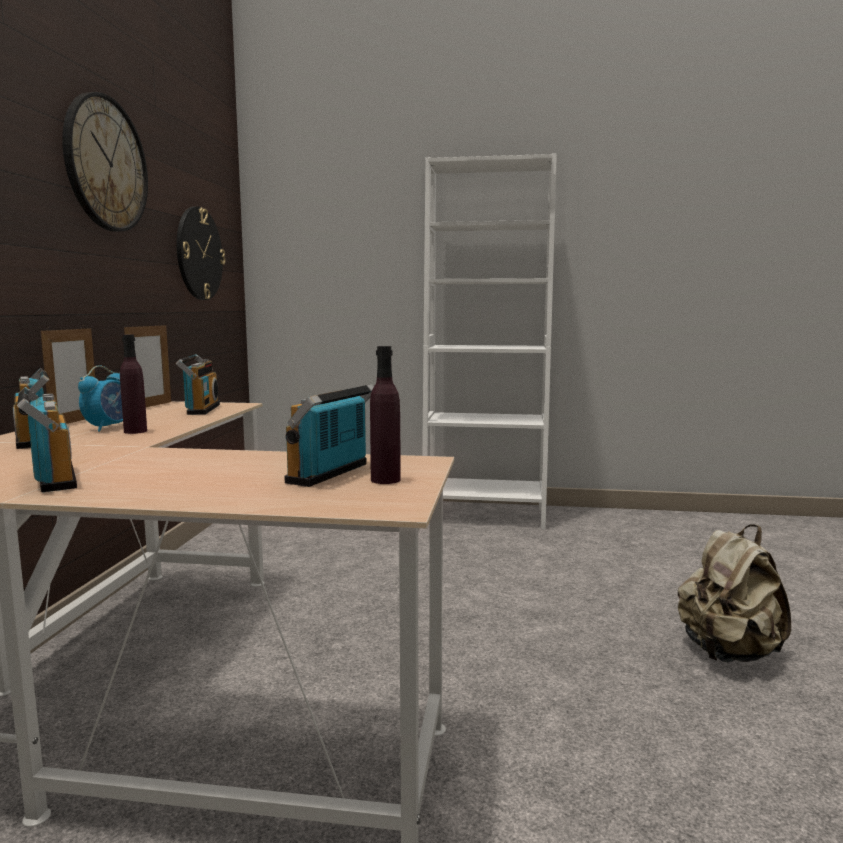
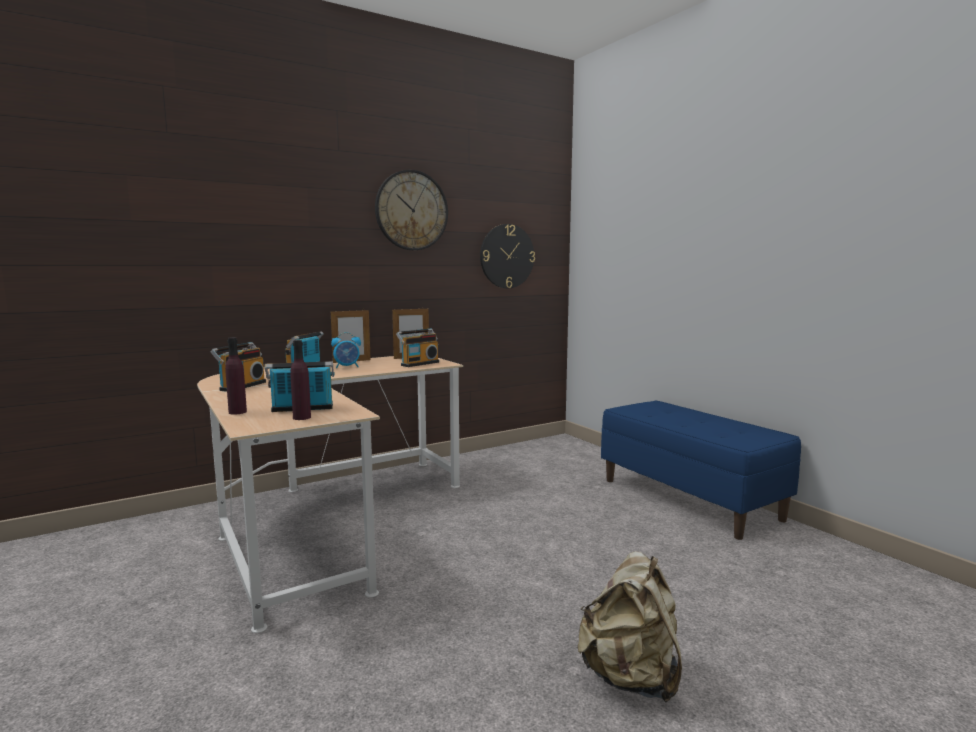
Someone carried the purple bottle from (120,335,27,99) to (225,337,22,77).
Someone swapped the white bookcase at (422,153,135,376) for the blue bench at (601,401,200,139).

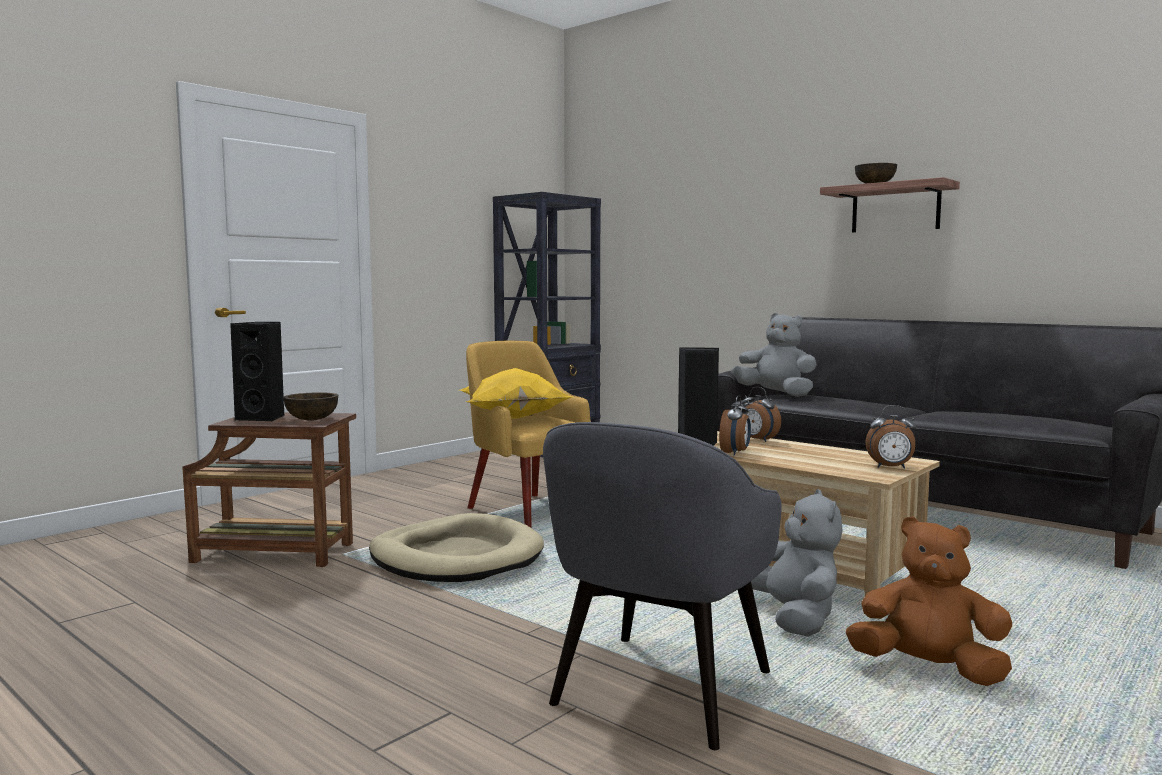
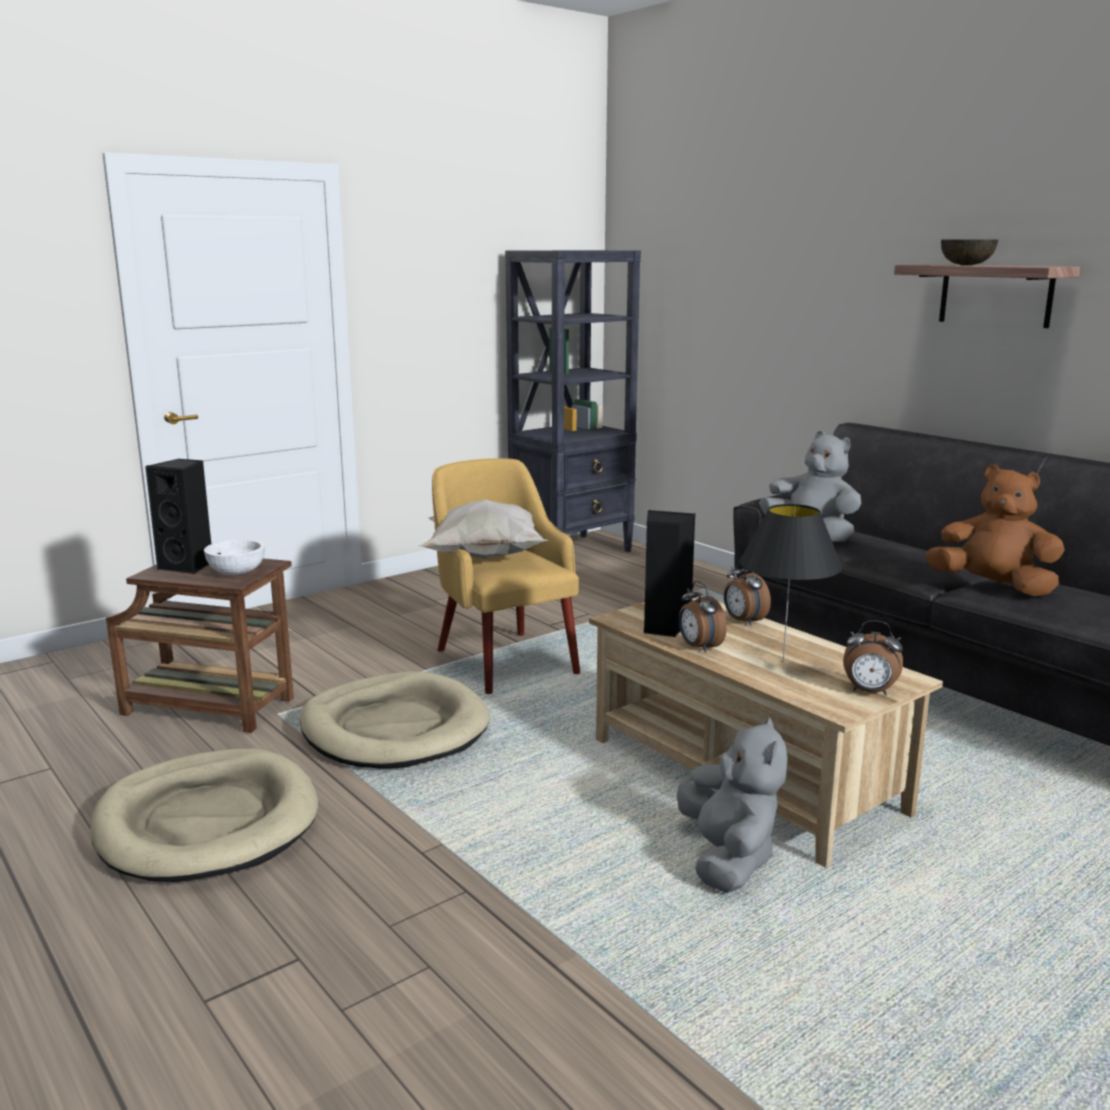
Someone repainted the brown bowl at (283,392,55,29), which became the white bowl at (204,539,61,36).
Someone repainted the yellow pillow at (460,368,112,51), which became the white pillow at (419,500,129,59).
Someone took away the grey armchair at (543,422,239,328).
Someone rotated the alarm clock at (719,395,32,61) by 120 degrees clockwise.
Someone carried the brown plush toy from (846,517,166,169) to (926,465,139,131).
Someone put down the beige dog bed at (90,749,228,133).
Someone put down the black table lamp at (739,504,103,158).

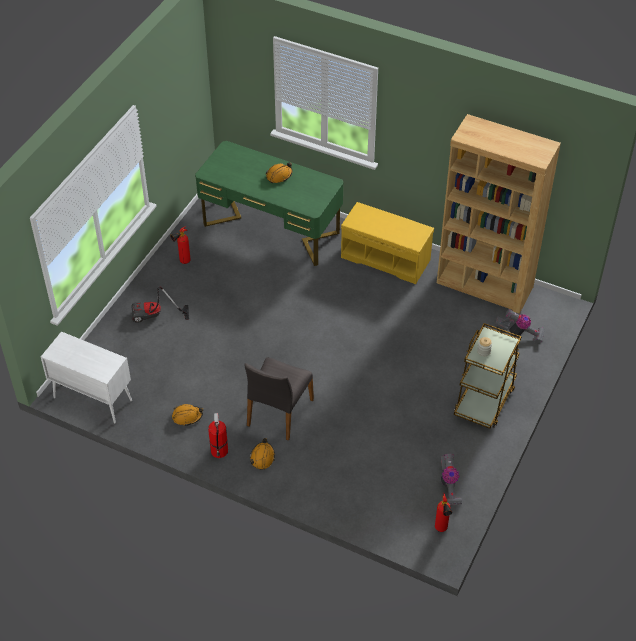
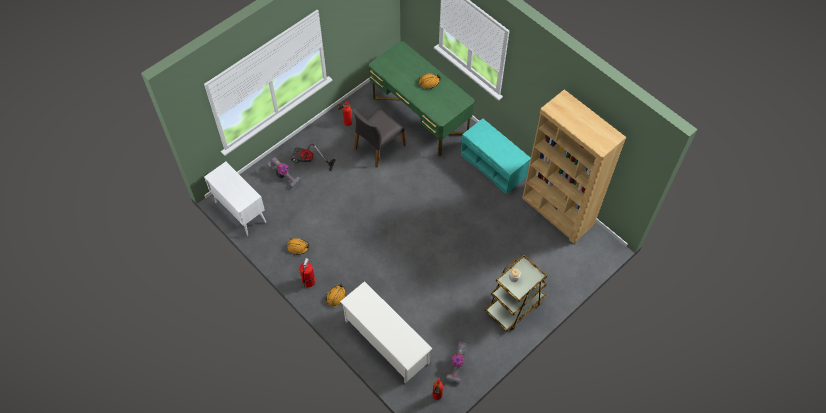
Someone carried the grey chair from (244,357,70,84) to (352,108,53,60).
Someone repainted the yellow bench at (341,202,93,82), which became the turquoise bench at (461,119,70,75).
Someone carried the vacuum cleaner from (495,309,50,35) to (267,157,33,31).
Someone put down the white shoe rack at (340,281,92,102).

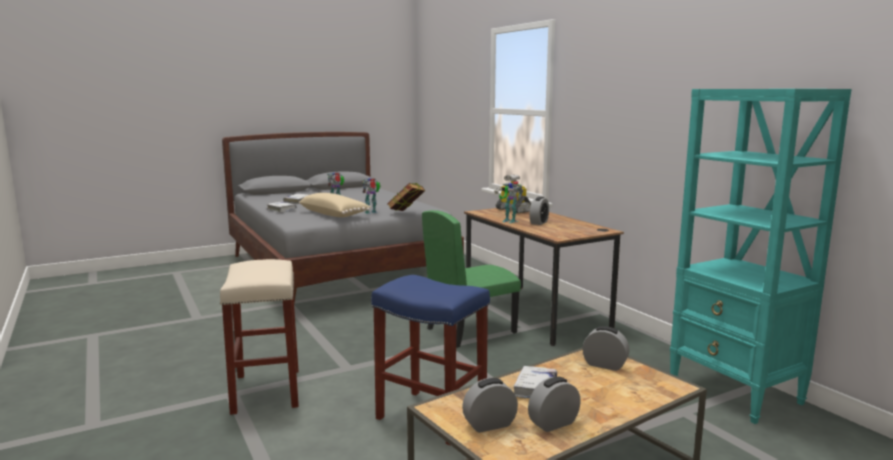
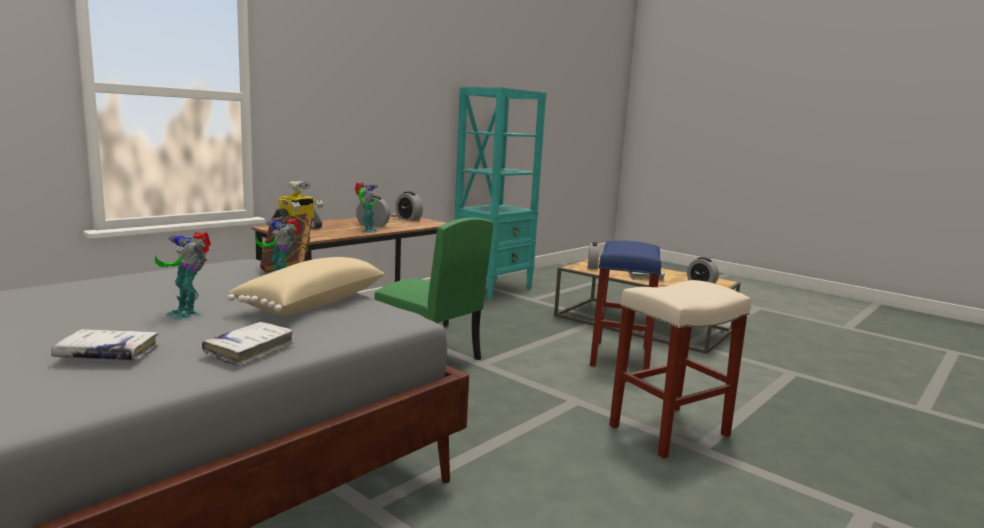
Someone carried the alarm clock from (528,377,53,55) to (395,191,28,30).

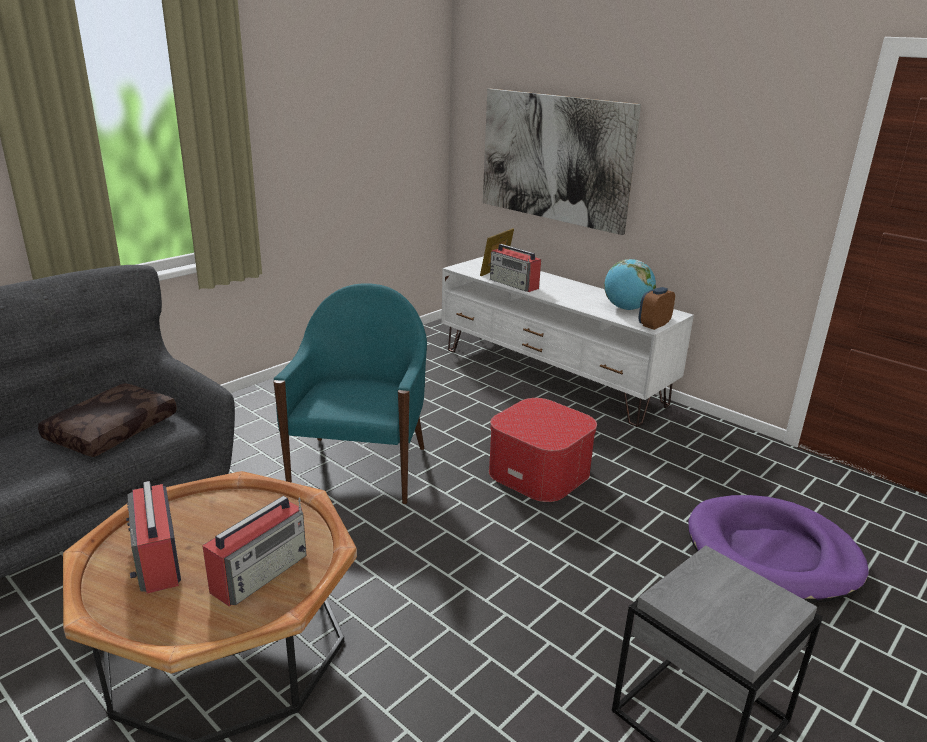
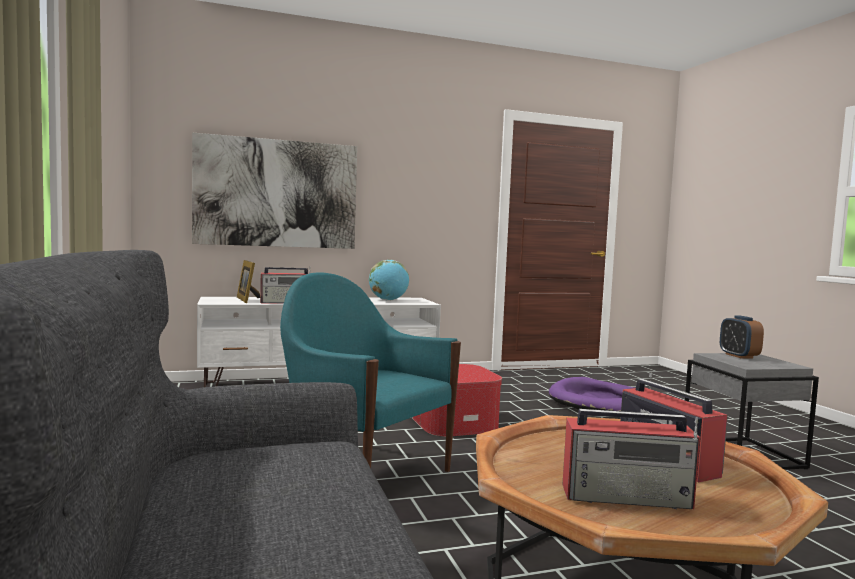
Someone took away the brown pillow at (38,383,139,74).
Someone carried the alarm clock from (639,287,36,43) to (720,315,44,44).

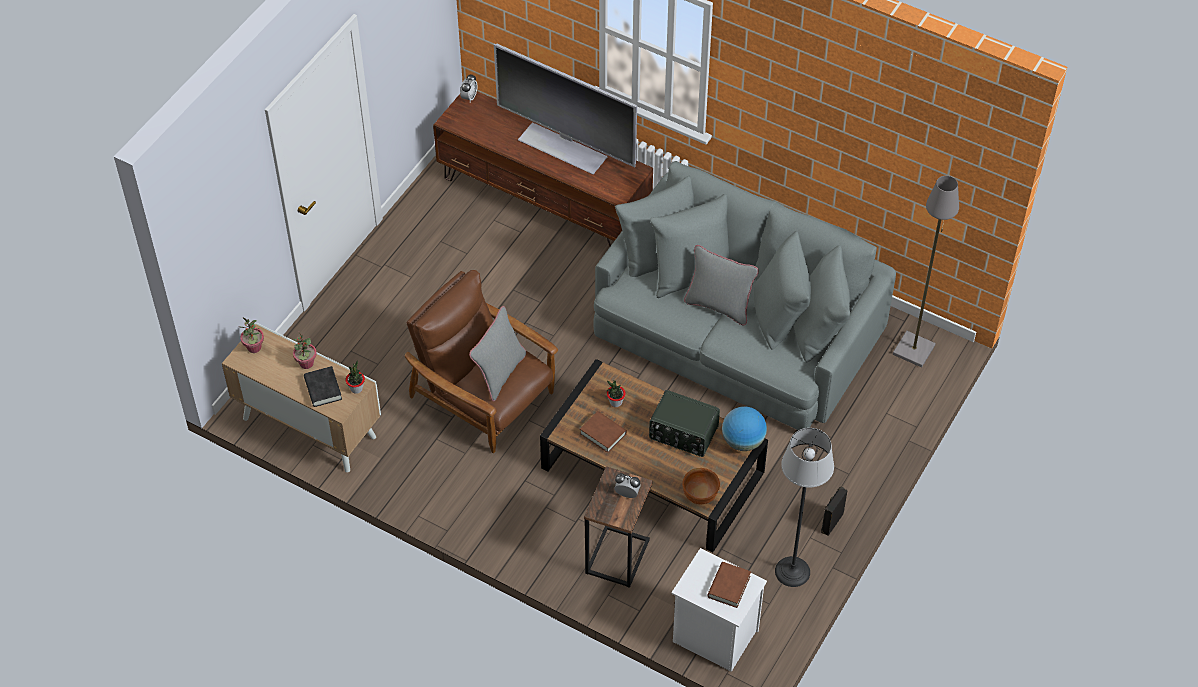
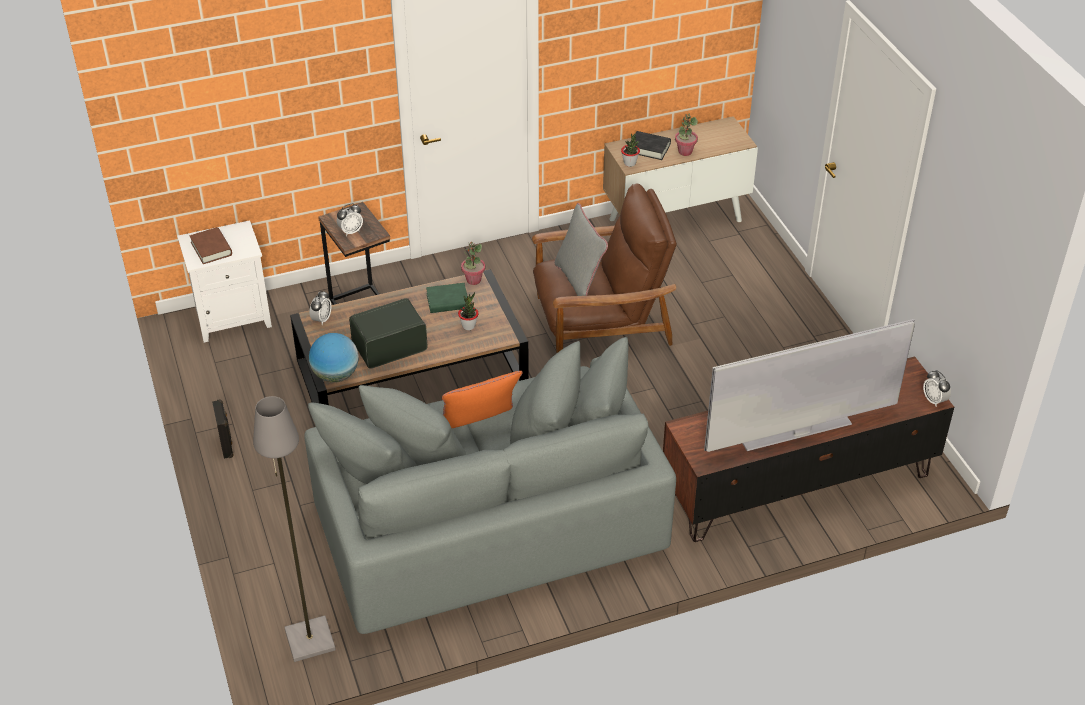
Someone carried the potted plant from (240,318,24,35) to (461,242,24,43).
Someone repainted the brown book at (580,411,47,42), which became the green book at (426,283,41,30).
Someone swapped the brown bowl at (682,468,38,37) for the alarm clock at (310,291,21,34).
Someone repainted the grey pillow at (684,245,75,80), which became the orange pillow at (442,371,81,57).
Someone took away the floor lamp at (775,428,59,159).

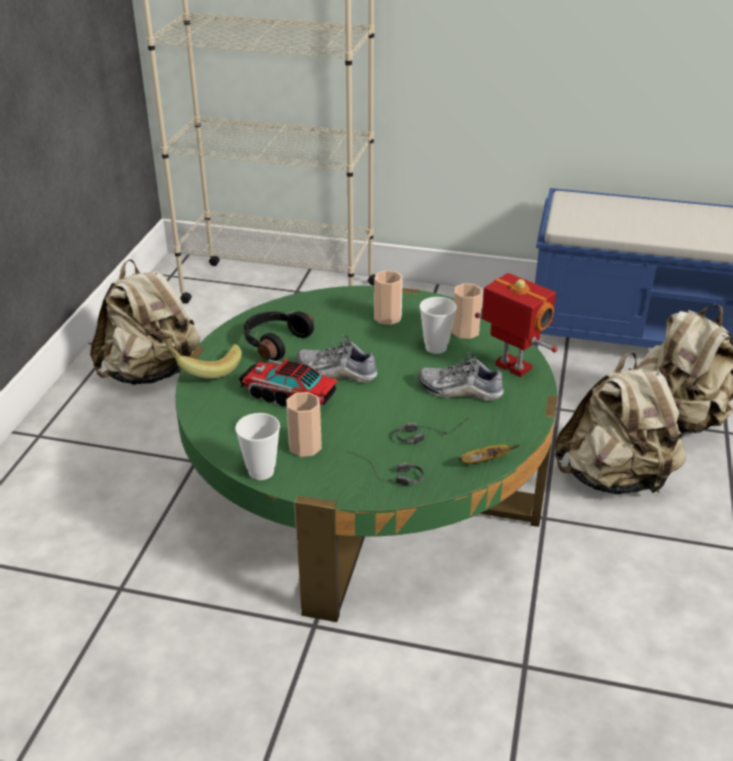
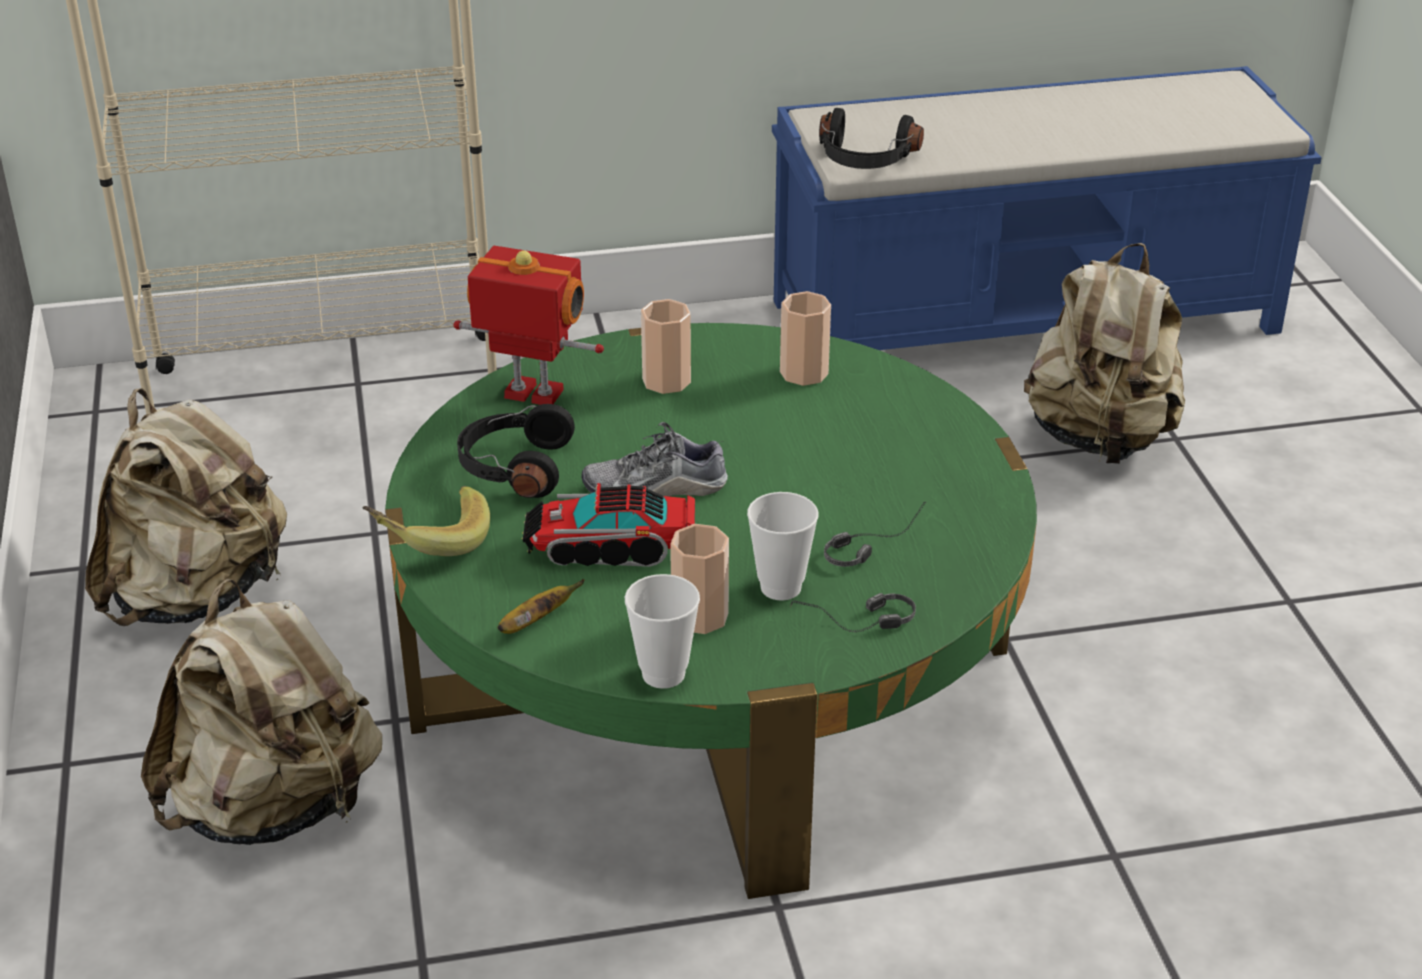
Someone took away the shoe at (418,352,86,49).
Someone carried the cup from (420,297,37,57) to (747,492,72,109).
Someone carried the banana from (459,444,60,20) to (498,579,87,55).
Someone carried the toy robot from (475,273,82,104) to (453,246,151,159).
Someone carried the beige backpack from (555,352,131,142) to (141,578,241,267).
Someone put down the black headphones at (819,108,105,61).

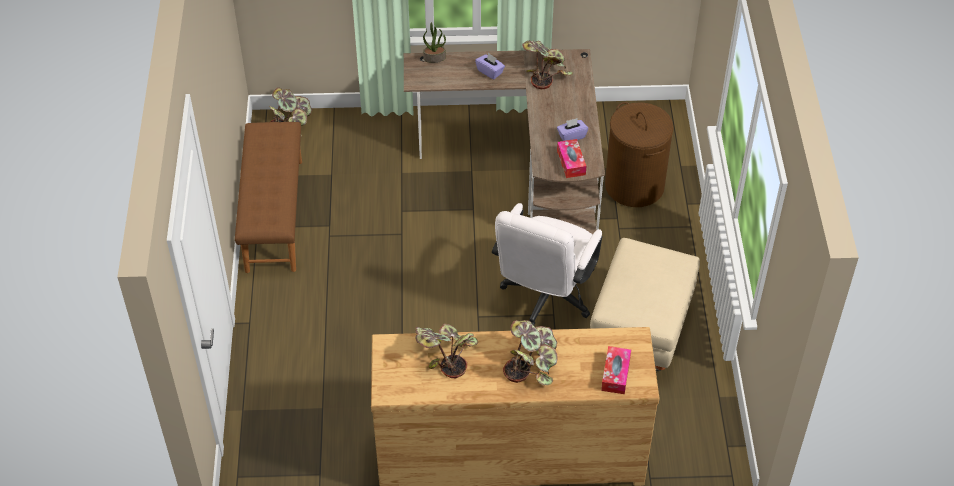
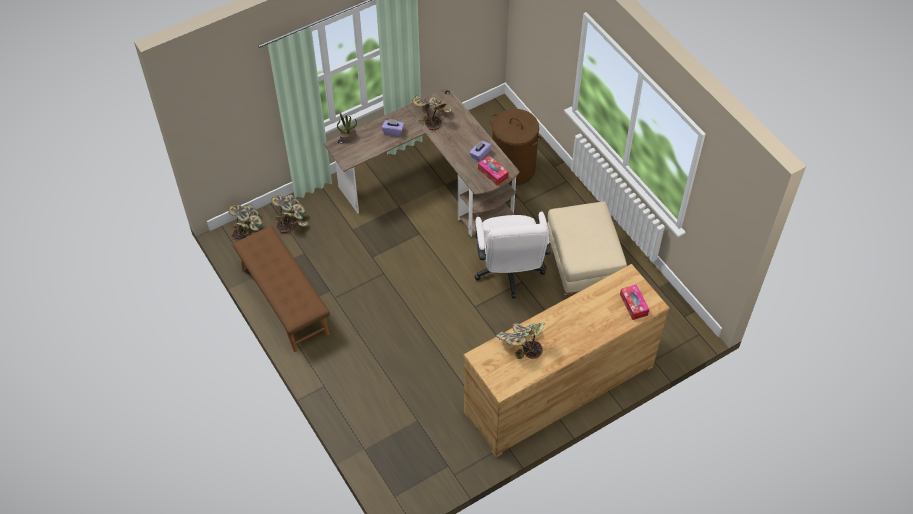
Someone carried the potted plant from (503,320,54,65) to (271,194,37,39).

